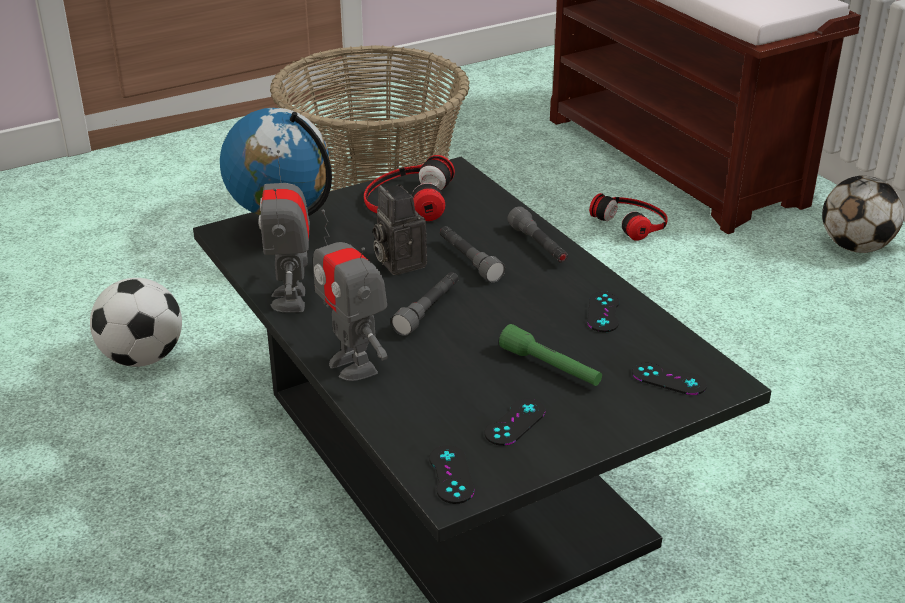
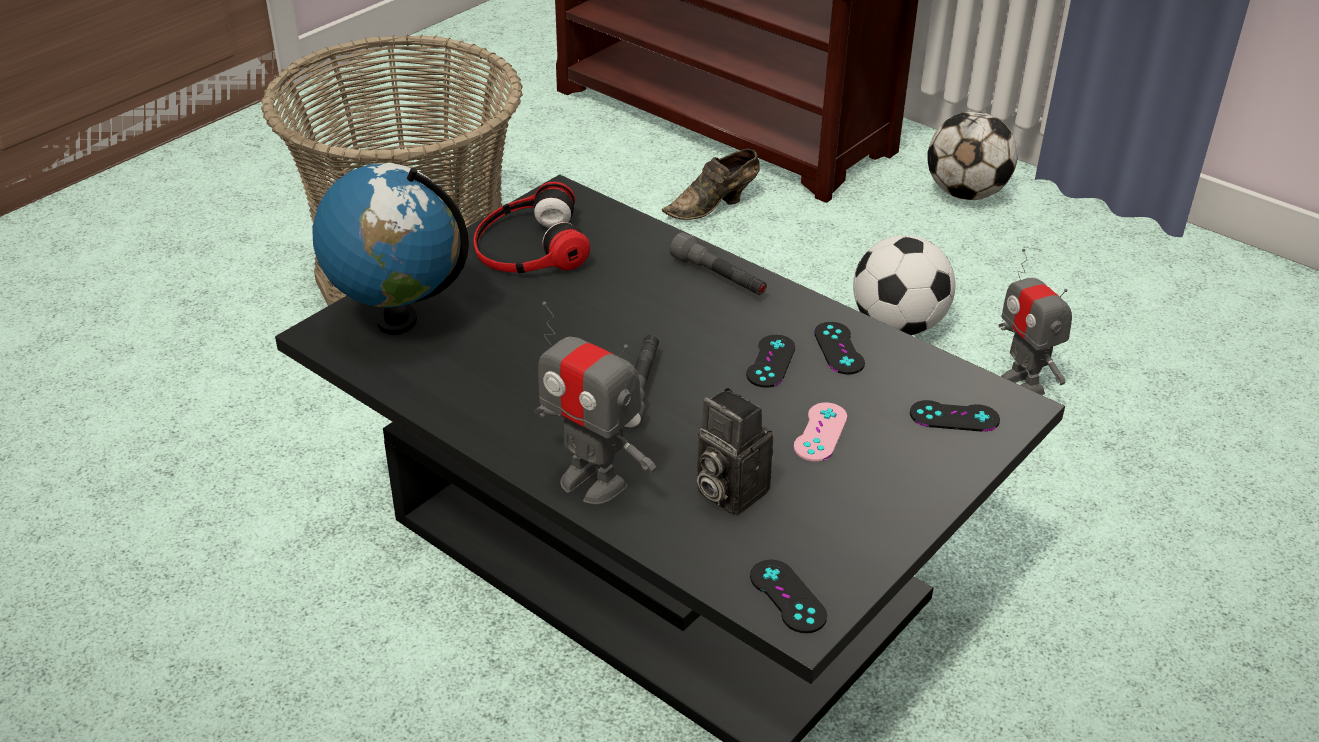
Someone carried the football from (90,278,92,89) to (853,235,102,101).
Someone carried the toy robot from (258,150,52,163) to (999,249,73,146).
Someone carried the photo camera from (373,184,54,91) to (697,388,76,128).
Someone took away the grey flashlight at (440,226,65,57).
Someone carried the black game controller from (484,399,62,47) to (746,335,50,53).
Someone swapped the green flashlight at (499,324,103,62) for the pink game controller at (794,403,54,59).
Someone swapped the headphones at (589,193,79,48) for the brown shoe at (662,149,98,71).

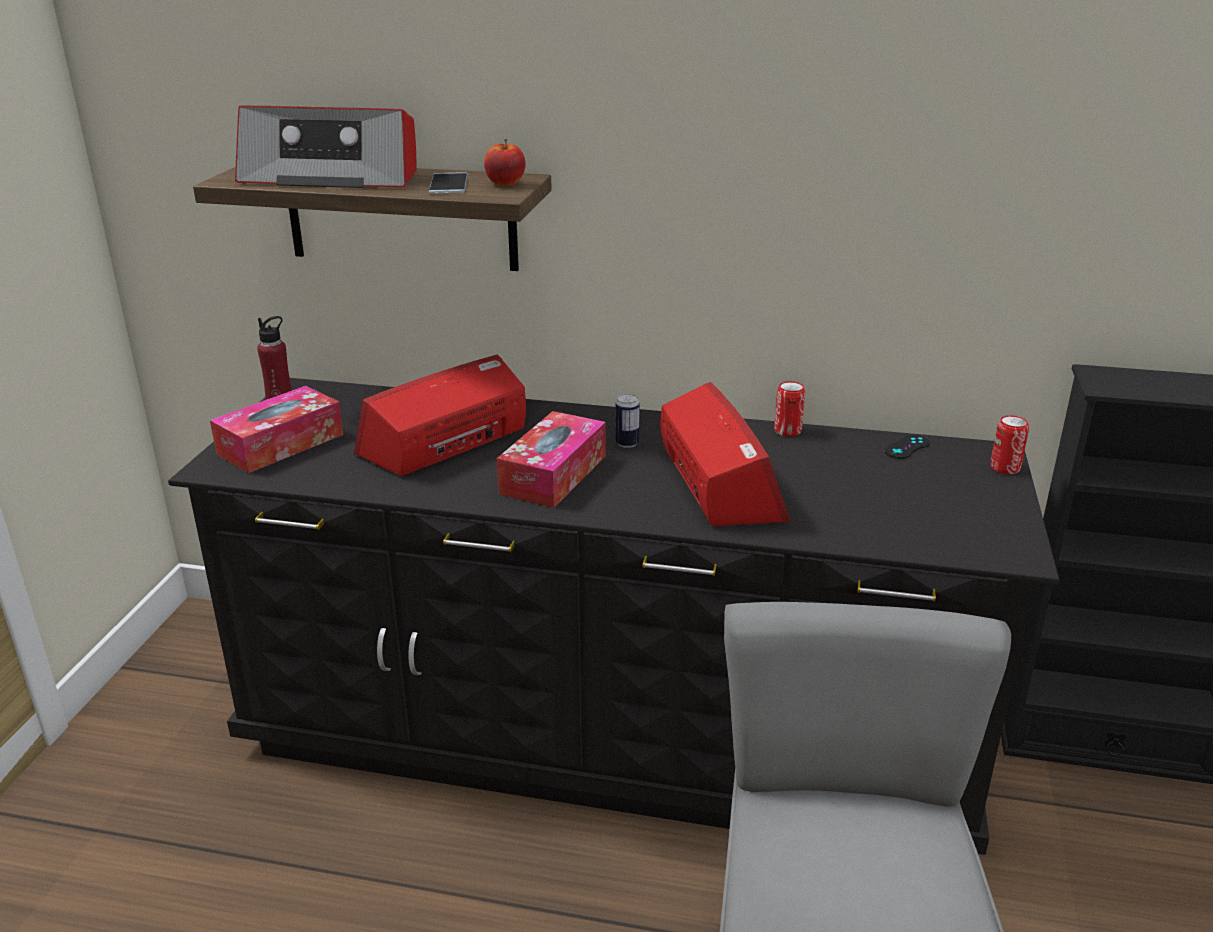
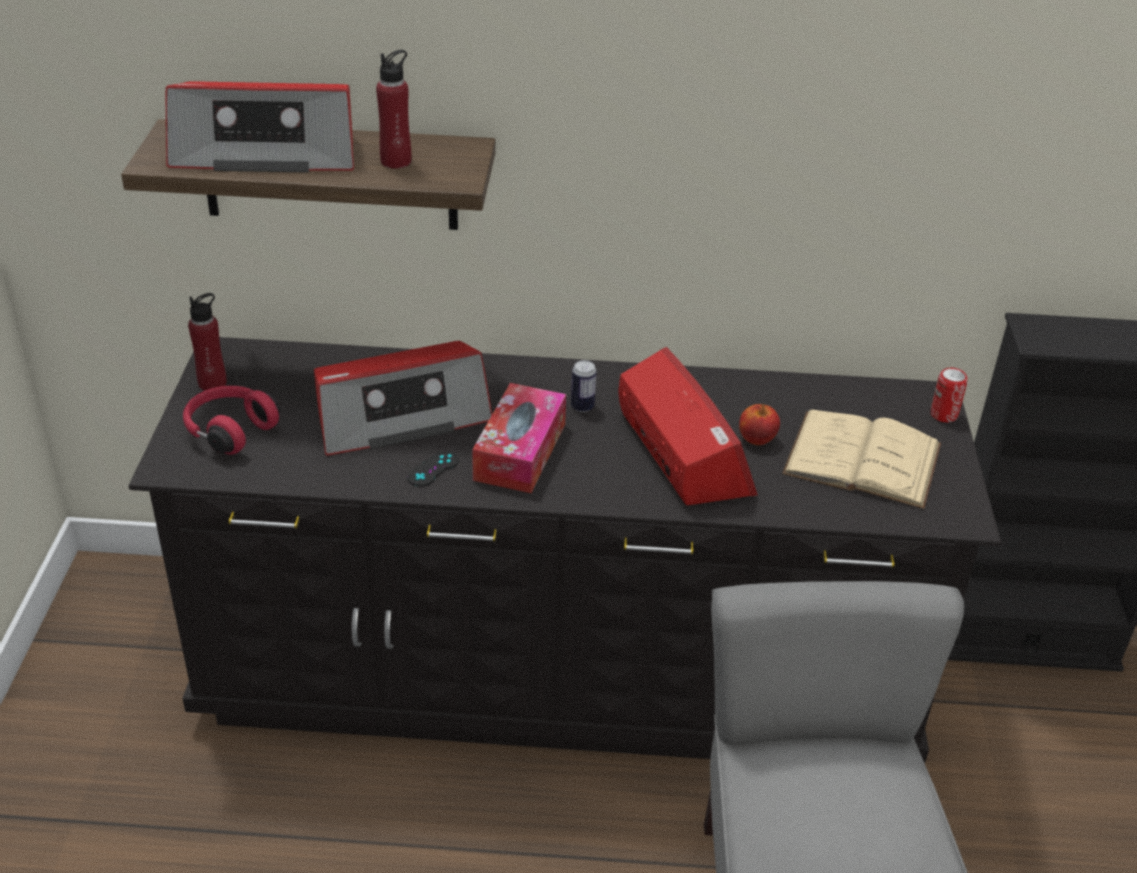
Someone swapped the tissue box at (210,386,133,87) for the red headphones at (183,386,97,69).
Someone rotated the radio at (354,355,172,121) by 150 degrees counterclockwise.
Someone swapped the phone at (429,172,39,22) for the red bottle at (376,50,35,119).
Someone carried the apple from (484,139,42,47) to (739,404,41,41).
Someone took away the can at (774,381,31,56).
Someone carried the black game controller from (884,435,46,24) to (407,451,52,36).
Someone put down the beige book at (782,410,159,99).

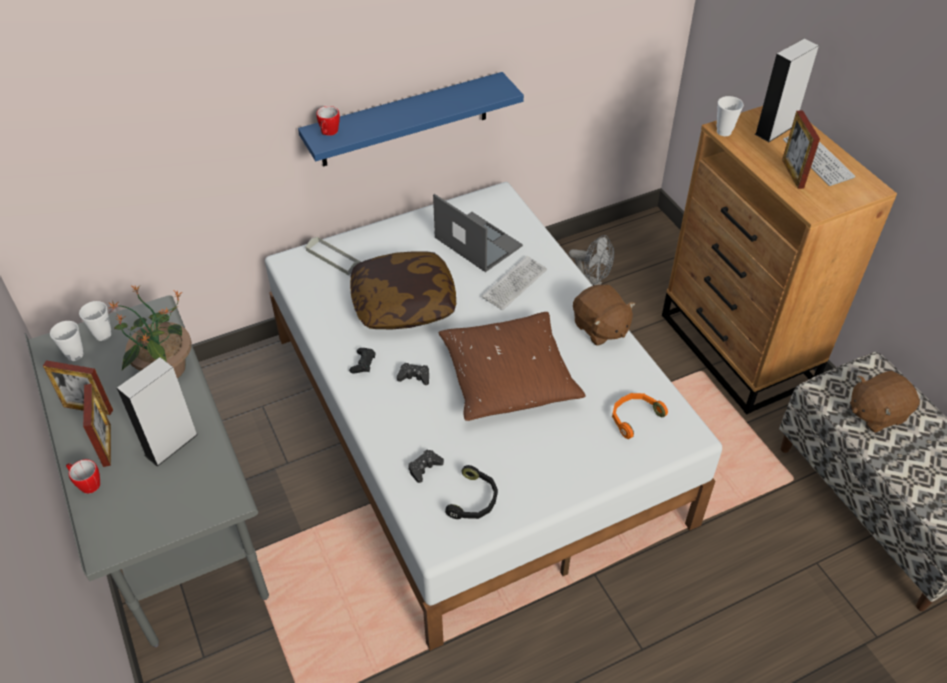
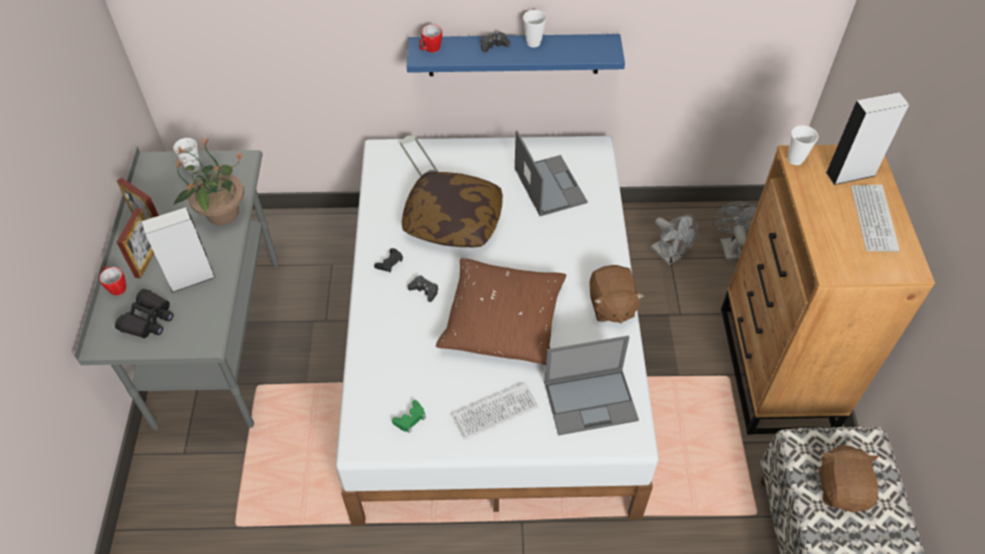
Someone carried the cup from (50,321,34,40) to (523,10,24,37).
Someone carried the black game controller from (408,450,36,33) to (481,32,29,20).
Someone swapped the black headphones at (445,465,53,54) for the green game controller at (392,400,34,33).
Someone carried the keyboard from (482,256,65,54) to (452,383,86,57).
Someone swapped the orange headphones at (612,393,56,46) for the laptop at (544,336,95,100).
Someone took away the picture frame at (782,110,38,79).
Someone rotated the brown plush toy at (850,371,70,62) by 90 degrees clockwise.
Someone put down the black binoculars at (115,289,59,49).
Someone put down the grey fan at (712,201,45,60).

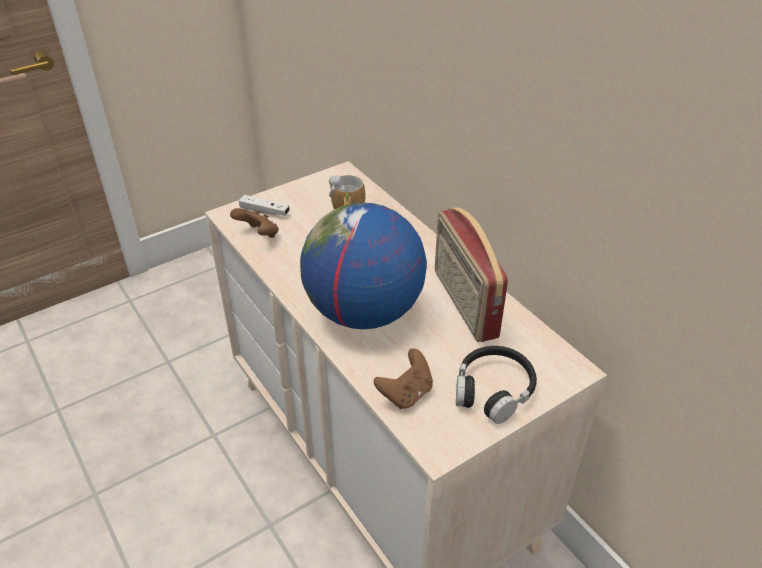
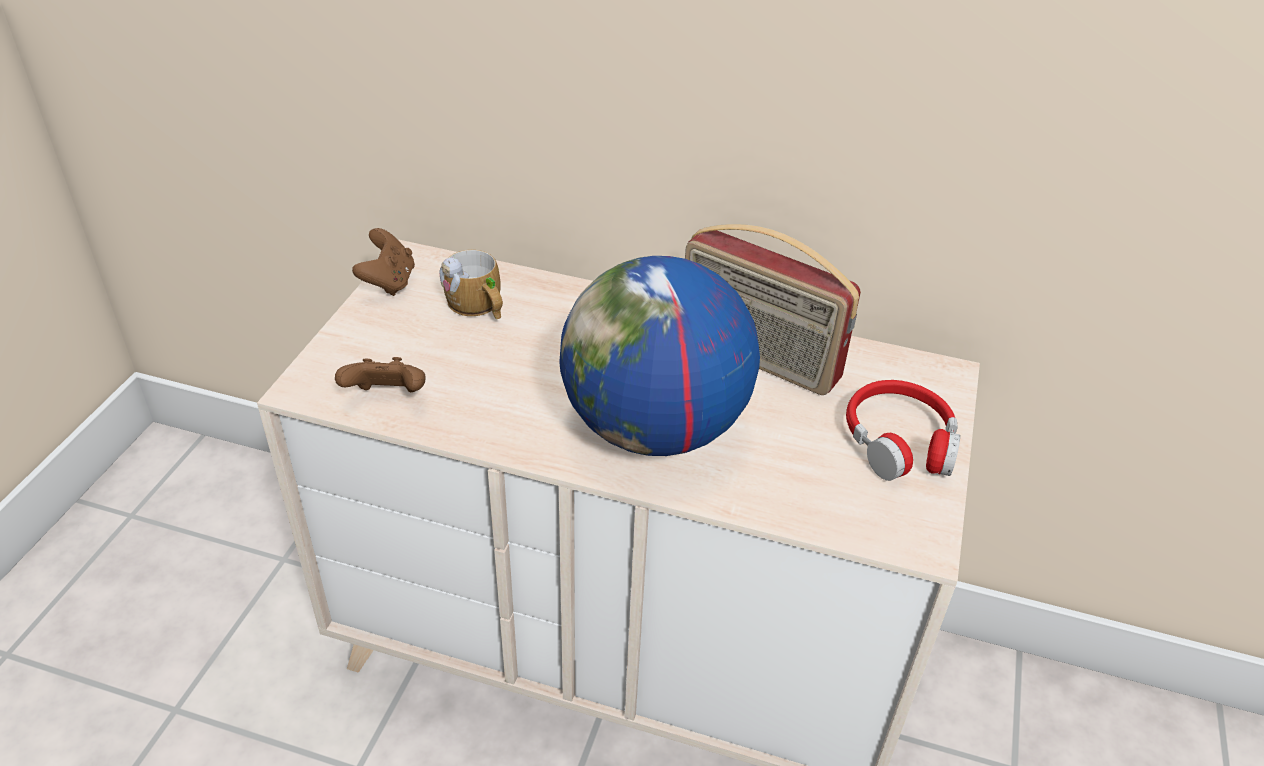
Someone took away the white game controller at (239,195,51,21).
Someone carried the brown game controller from (374,349,59,60) to (352,228,63,68).
Someone repainted the black headphones at (456,346,81,78), which became the red headphones at (846,380,114,101).

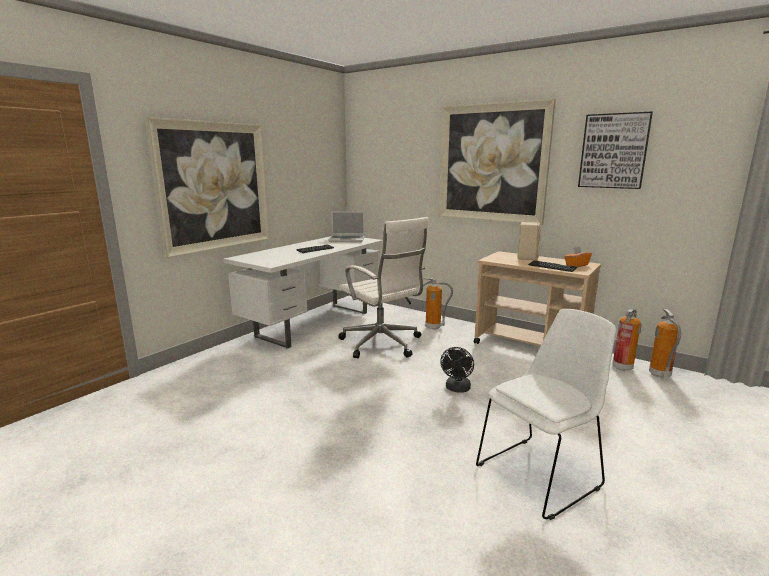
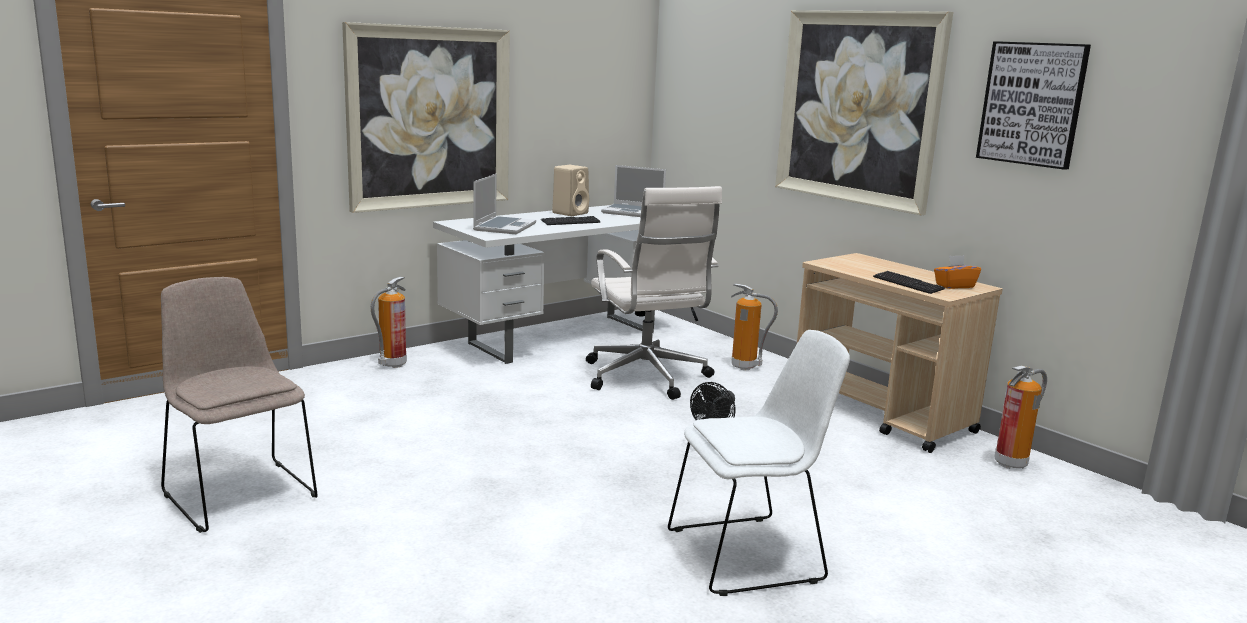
Someone carried the beige speaker from (517,222,24,39) to (552,165,37,51).
Someone carried the fire extinguisher from (649,309,32,69) to (371,277,36,91).
Someone put down the beige chair at (161,277,157,256).
Someone put down the laptop at (473,174,63,60).

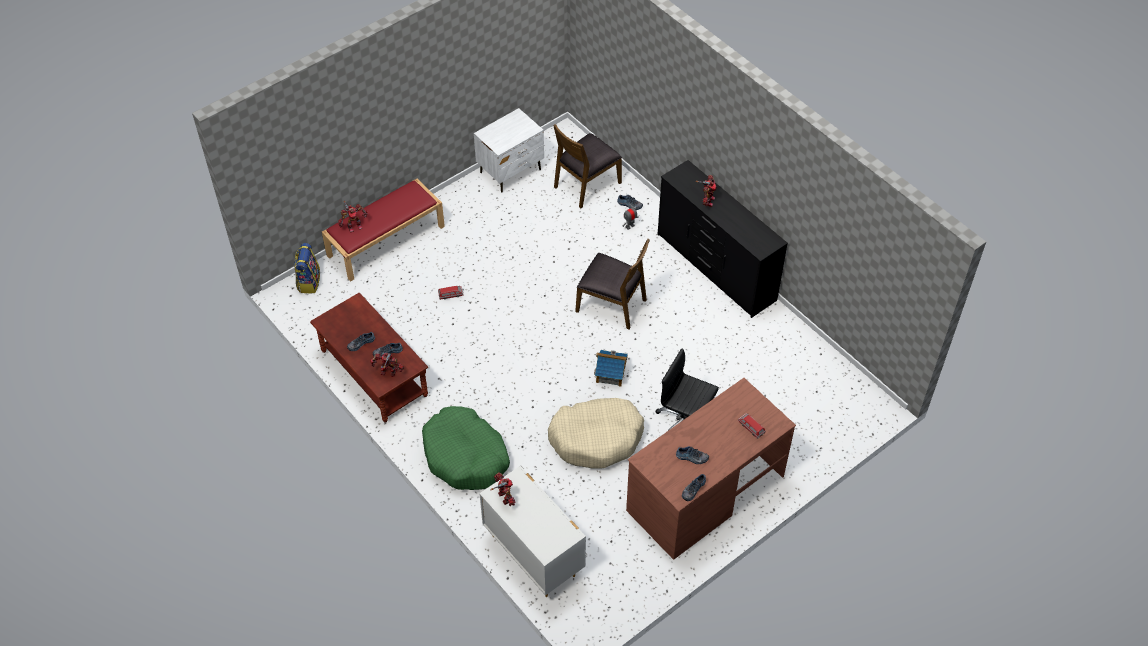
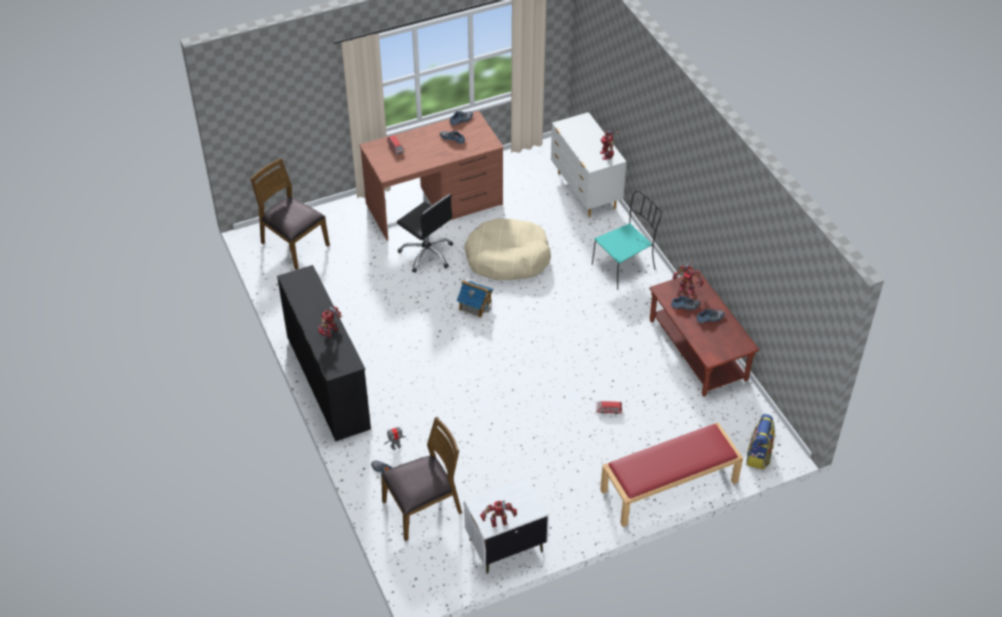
Someone carried the toy robot from (338,201,30,32) to (480,500,37,27).
Someone swapped the green dog bed at (422,406,88,84) for the turquoise chair at (592,191,70,99).
Someone carried the brown chair from (575,239,75,90) to (250,158,80,112).

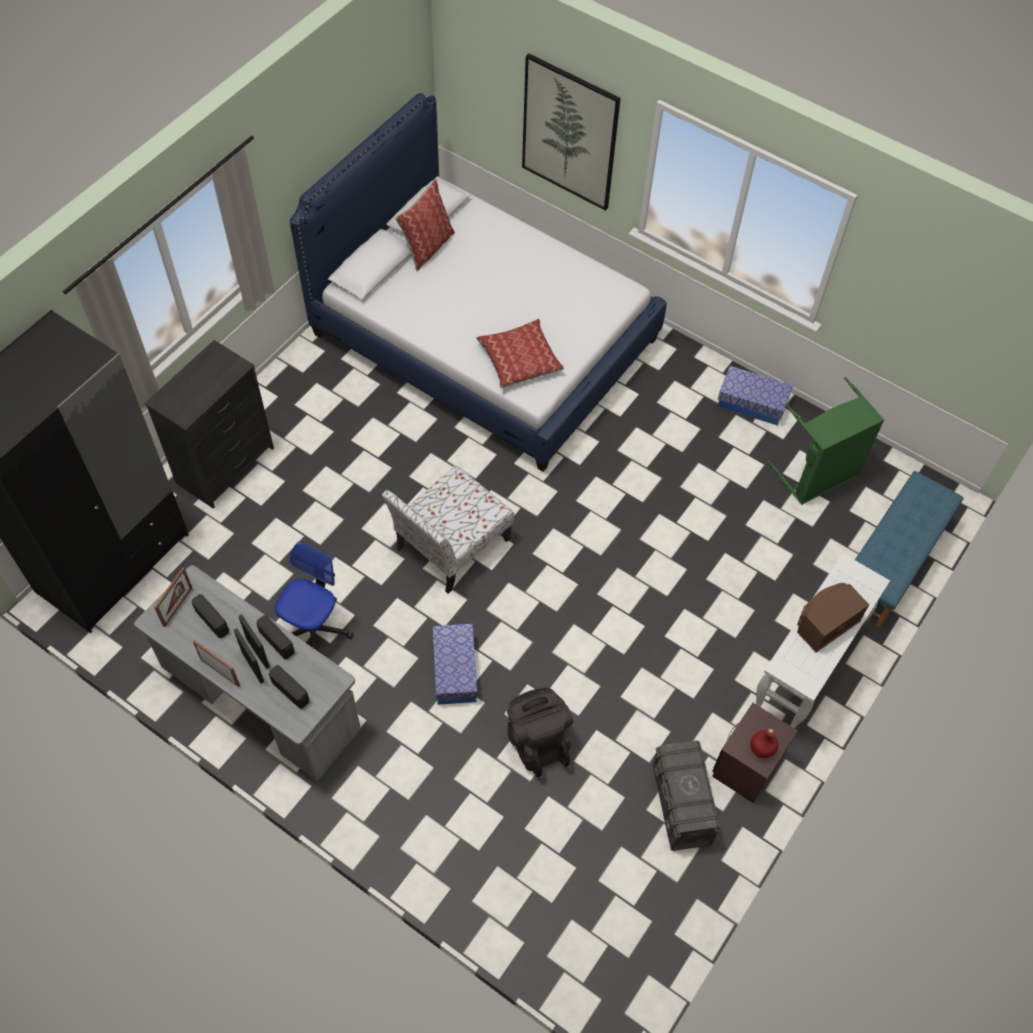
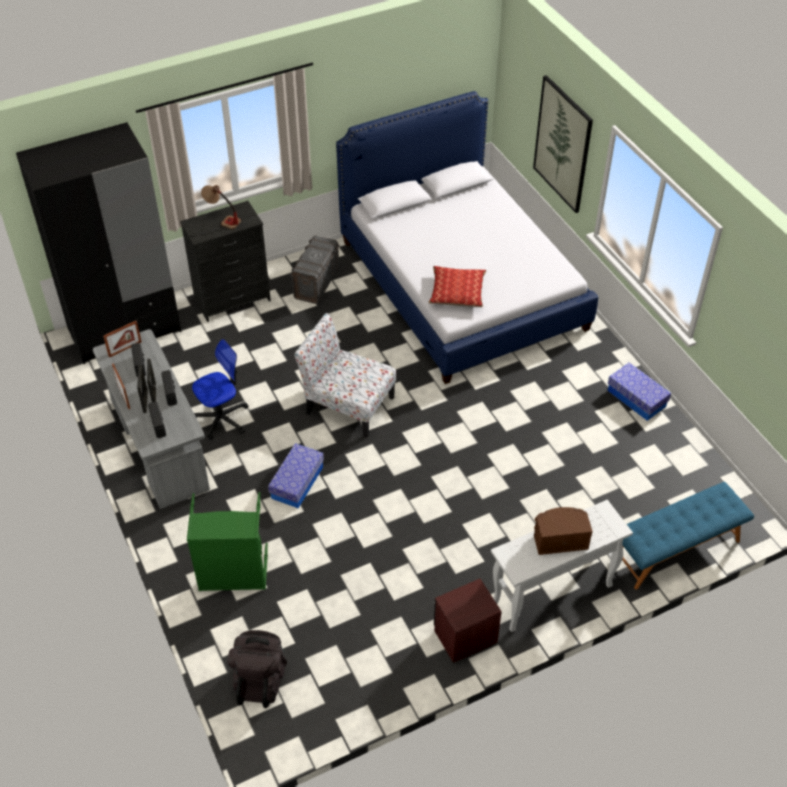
Someone rotated the chair at (382,466,132,128) by 45 degrees clockwise.
Someone took away the pillow at (395,179,60,92).
Someone carried the black backpack from (507,688,66,89) to (227,630,60,78).
Someone carried the grey storage box from (653,740,68,111) to (290,235,50,69).
Someone took away the red bottle at (750,729,29,29).
Someone carried the green laundry basket from (768,377,116,128) to (187,492,81,99).
Someone put down the table lamp at (201,185,40,44).

